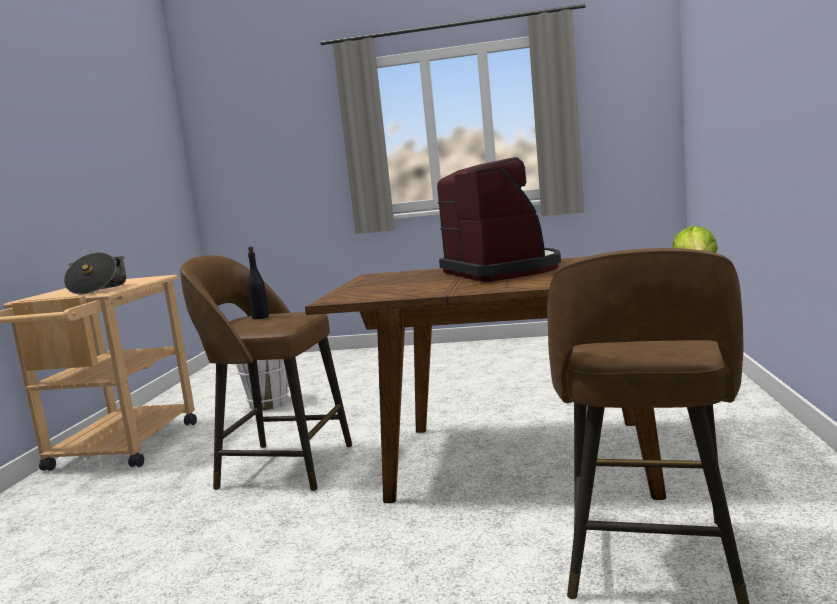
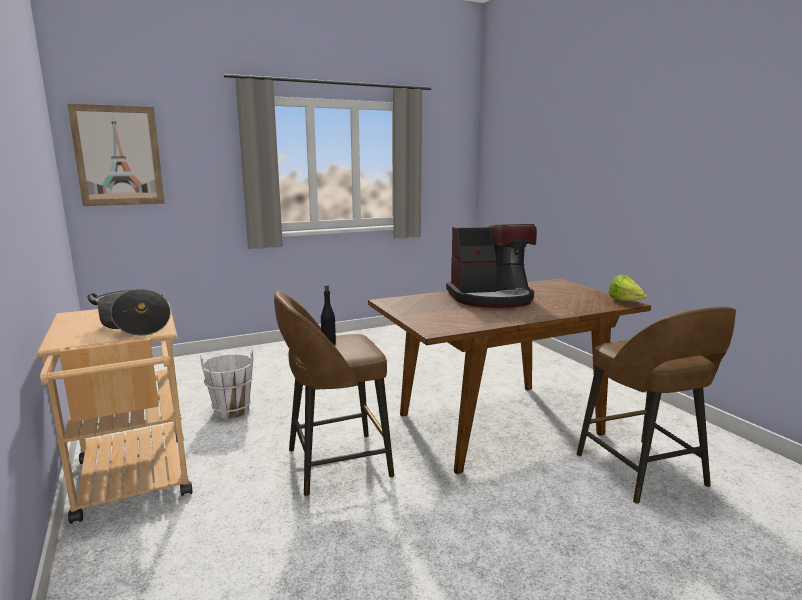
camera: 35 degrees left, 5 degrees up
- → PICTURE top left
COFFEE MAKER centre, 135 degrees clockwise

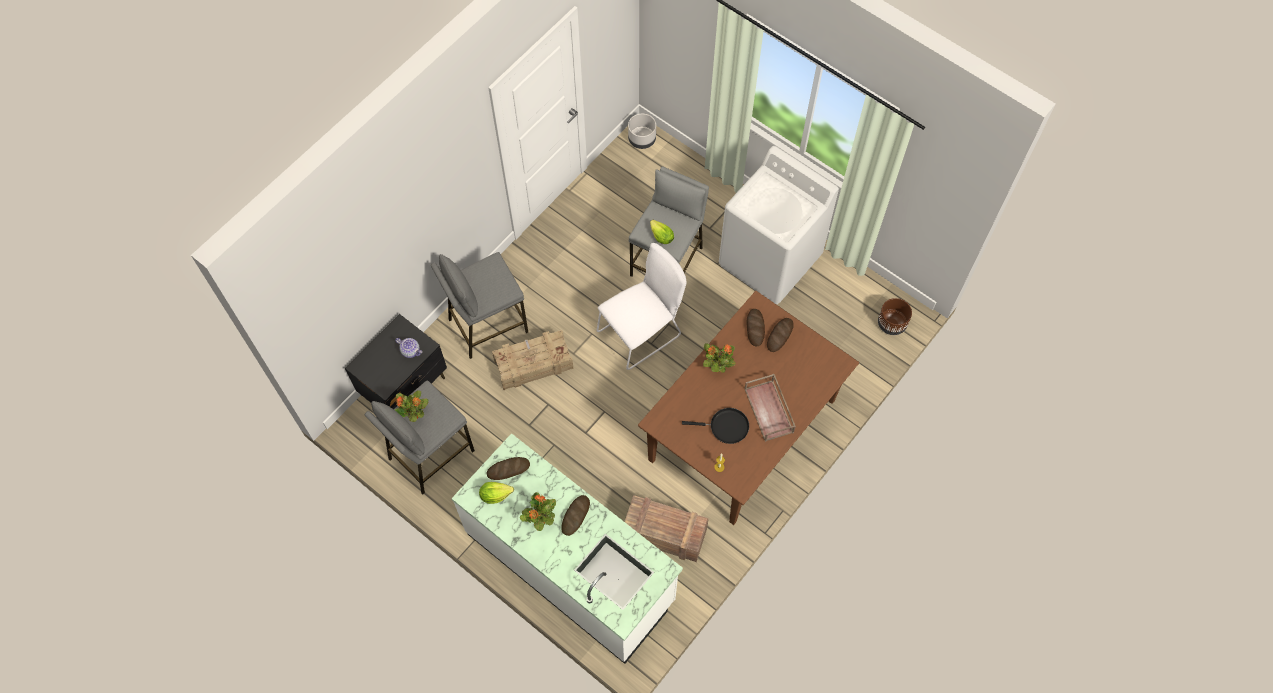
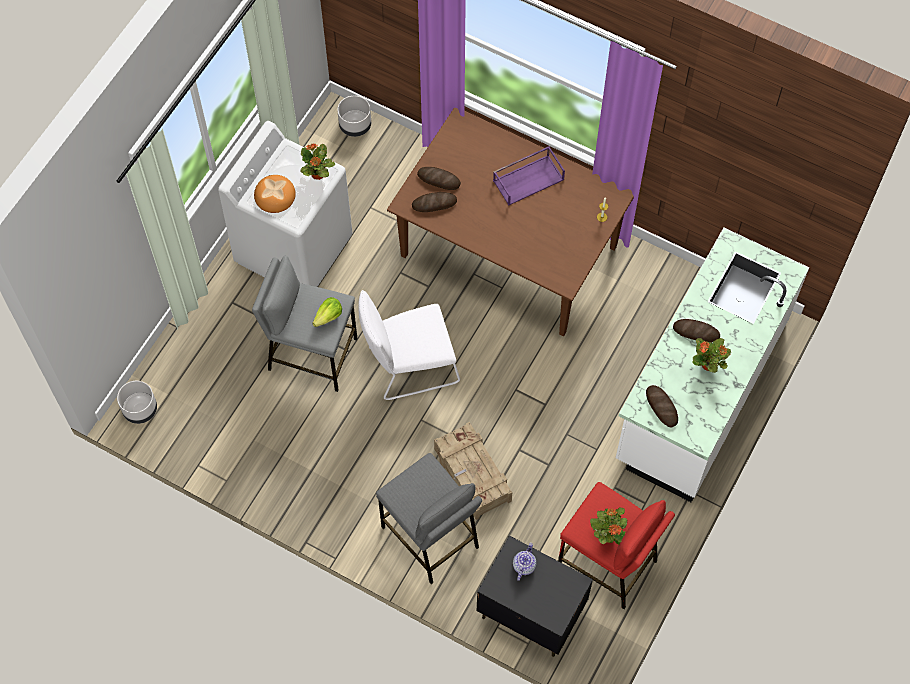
camera: 100 degrees left, 0 degrees up
LETTUCE HEAD (no. 1 from left) bottom centre → -
PACKING CRATE (no. 2 from left) bottom centre → -
BLACK-COLOURED PAN centre → -
- → BAKED BREAD (no. 1 from left) top left
POTTED PLANT (no. 3 from left in the first image) centre → POTTED PLANT (no. 1 from left) top centre, relocated
GREYISH STOOL SEAT (no. 1 from left) middle left → RED STOOL SEAT bottom right
BROWN SERVING TRAY centre → PURPLE SERVING TRAY top centre
BROWN PLANT POT middle right → GREYISH PLANT POT (no. 2 from left) top centre
WHITISH PLAIN CHAIR centre, 60 degrees counterclockwise

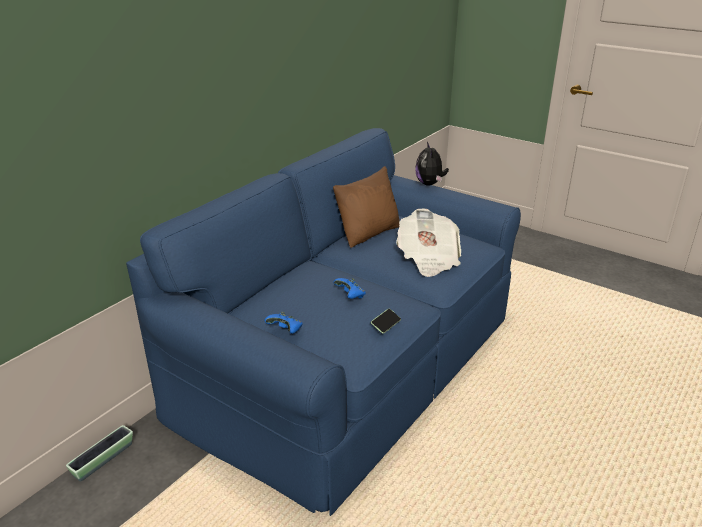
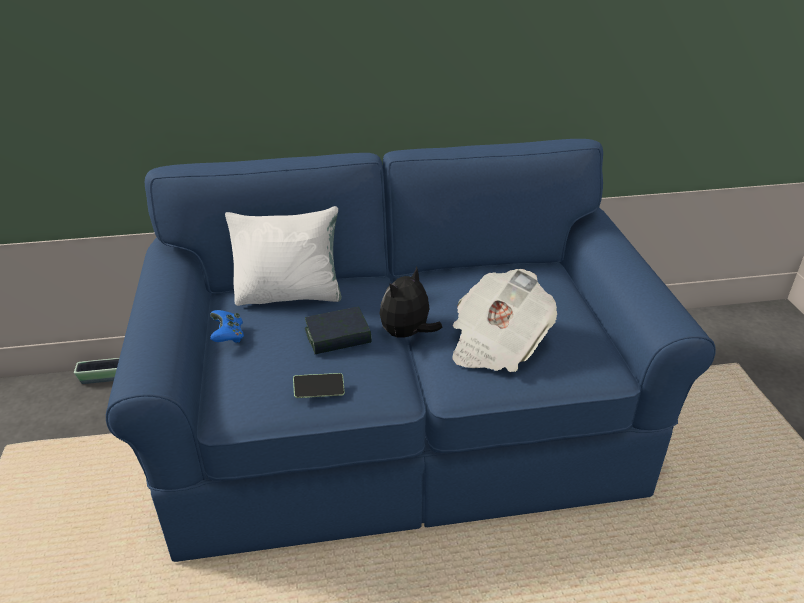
camera: 45 degrees right, 5 degrees up
BROWN PILLOW centre → -
- → WHITISH PILLOW centre
CUDDLY TOY top centre → CUDDLY TOY centre, relocated
BLUE-COLOURED GAME CONTROLLER (no. 2 from left) centre → BOUND BOOK centre

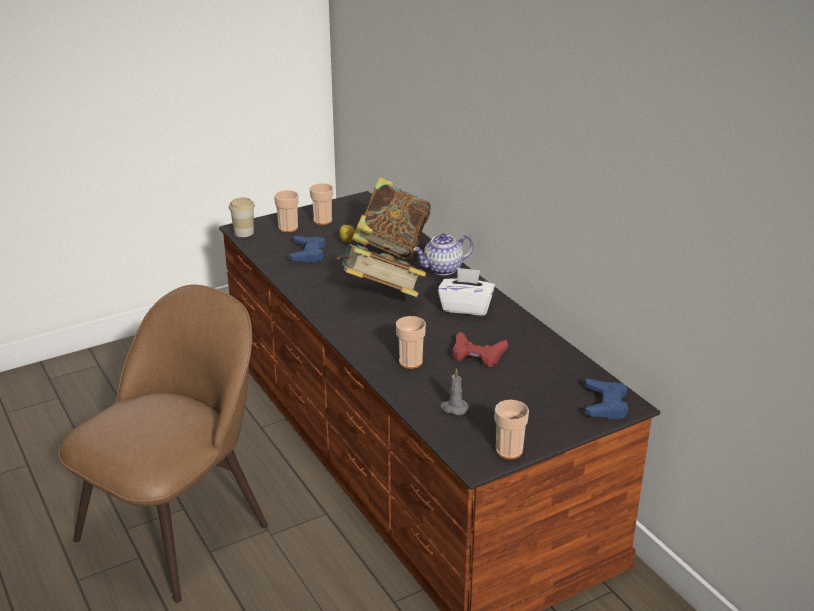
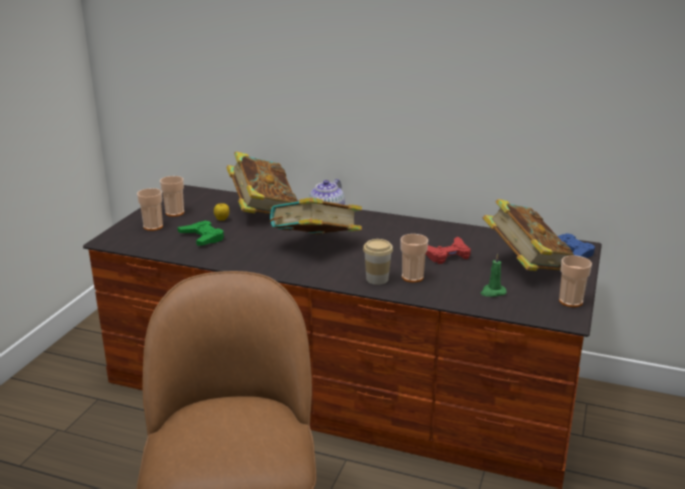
camera: 40 degrees left, 5 degrees down
WHITISH TISSUE BOX centre → -
- → BOUND BOOK (no. 3 from left) middle right
SMALL CUP (no. 1 from left in the first image) middle left → SMALL CUP (no. 3 from left) centre, relocated
BLUE-COLOURED GAME CONTROLLER (no. 1 from left) centre → GREENISH GAME CONTROLLER middle left
GREYISH CANDLE centre → GREENISH CANDLE middle right

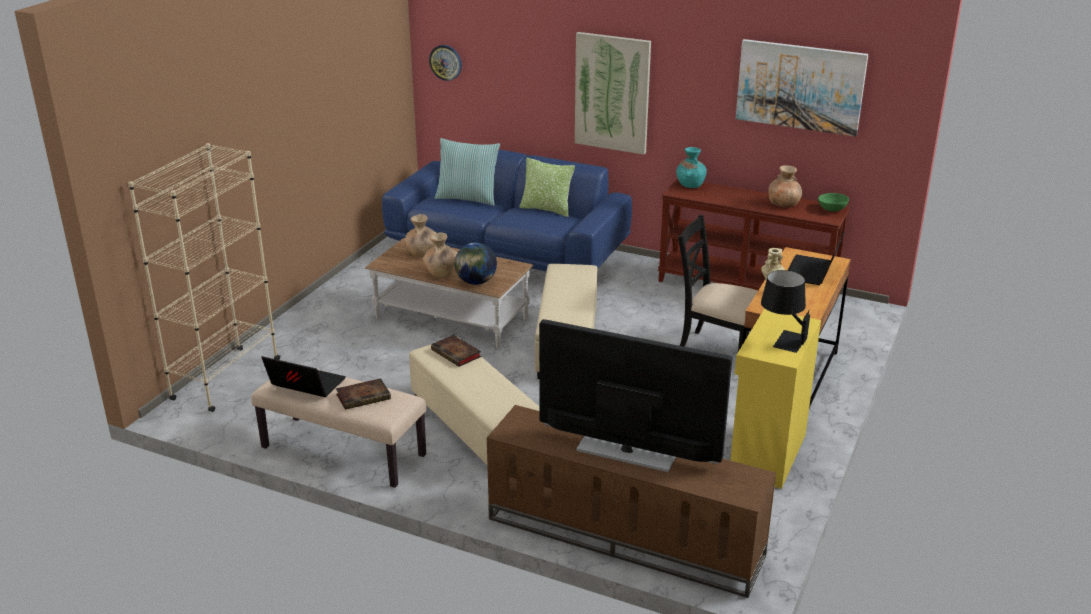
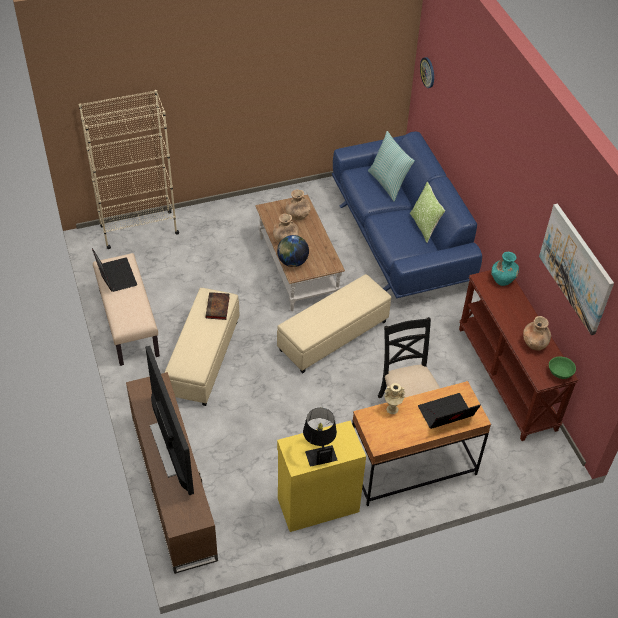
camera: 45 degrees right, 20 degrees up
BOUND BOOK (no. 1 from left) middle left → -
PICTURE (no. 1 from left) top centre → -

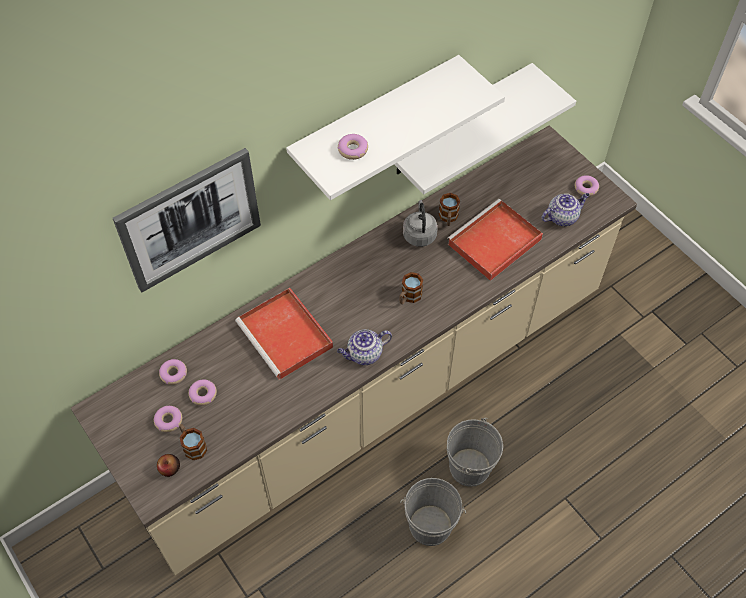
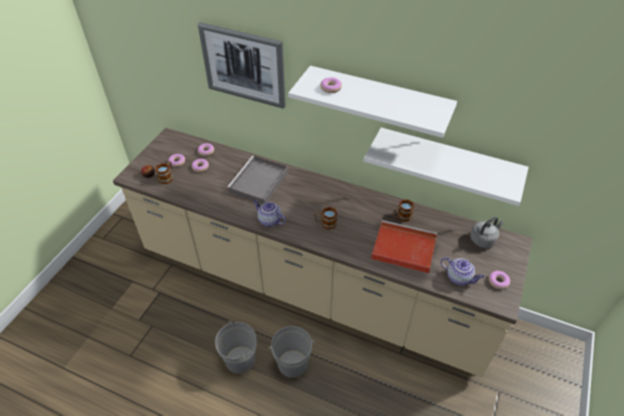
camera: 60 degrees right, 10 degrees down
GREYISH KETTLE centre → GREYISH KETTLE middle right, relocated
RED SERVING TRAY (no. 1 from left) centre → GREYISH SERVING TRAY centre

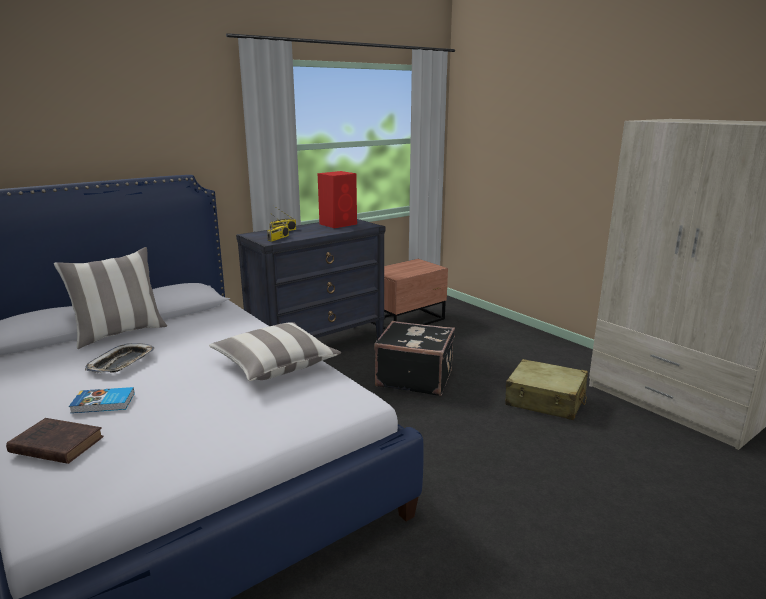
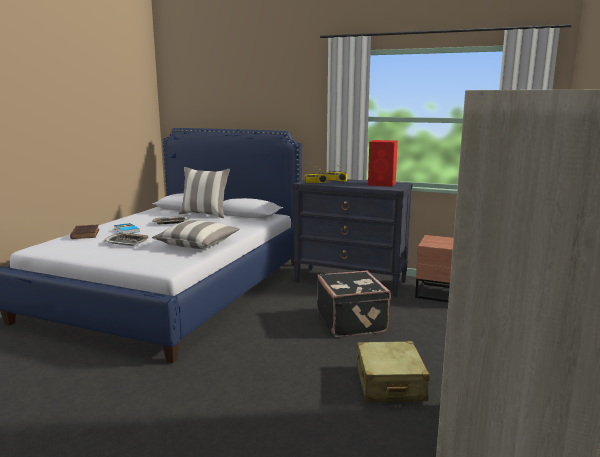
camera: 60 degrees right, 5 degrees down
- → SERVING TRAY (no. 1 from left) middle left

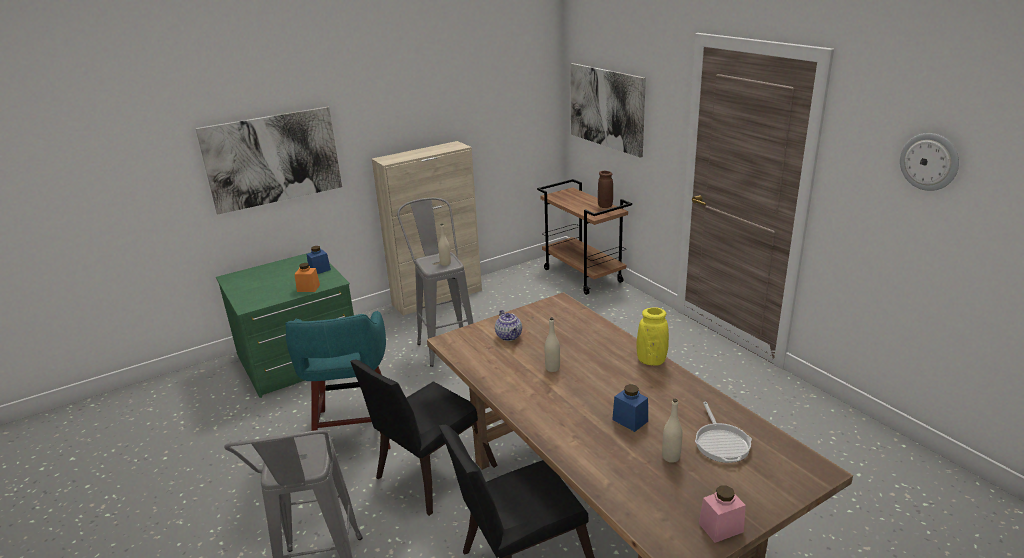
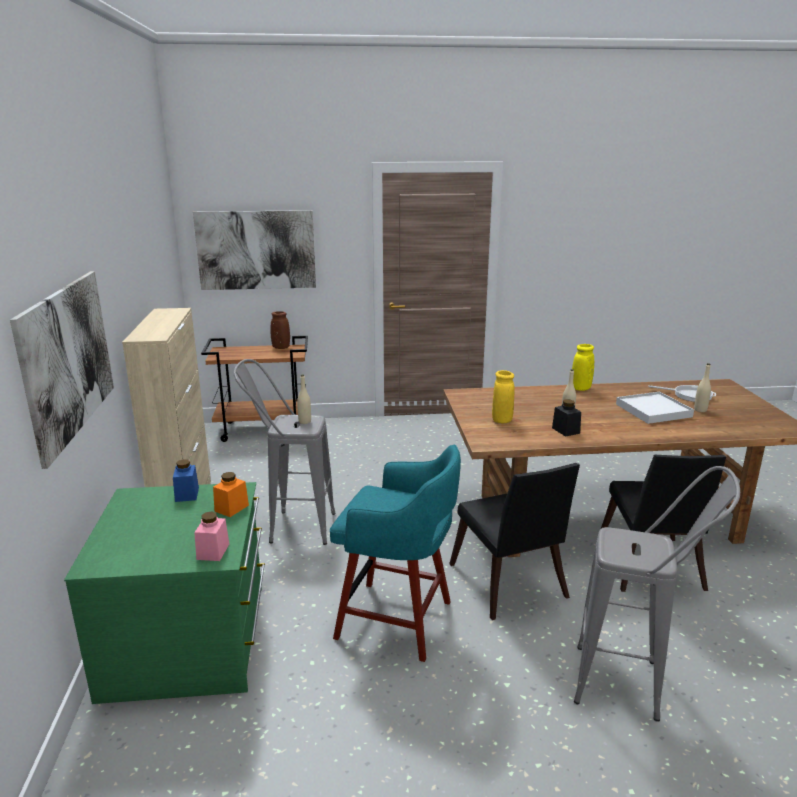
camera: 65 degrees left, 5 degrees down
CLOCK ON THE WALL top right → -
- → BLACK-COLOURED STORAGE JAR middle right
PINK STORAGE JAR bottom right → PINK STORAGE JAR bottom left, relocated
TEA POT centre → YELLOWISH DECORATIVE VASE (no. 1 from left) centre
BLUE-COLOURED STORAGE JAR (no. 2 from left) bottom centre → WHITISH SERVING TRAY middle right

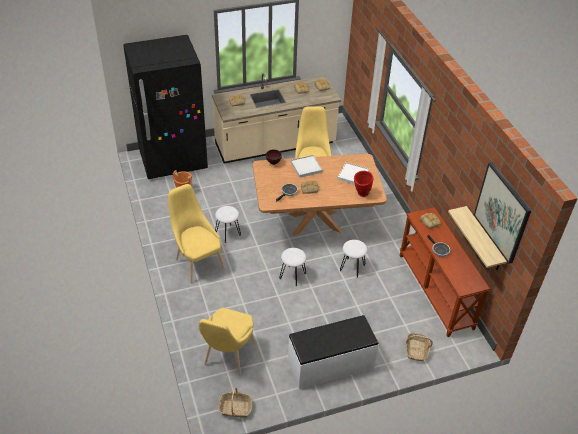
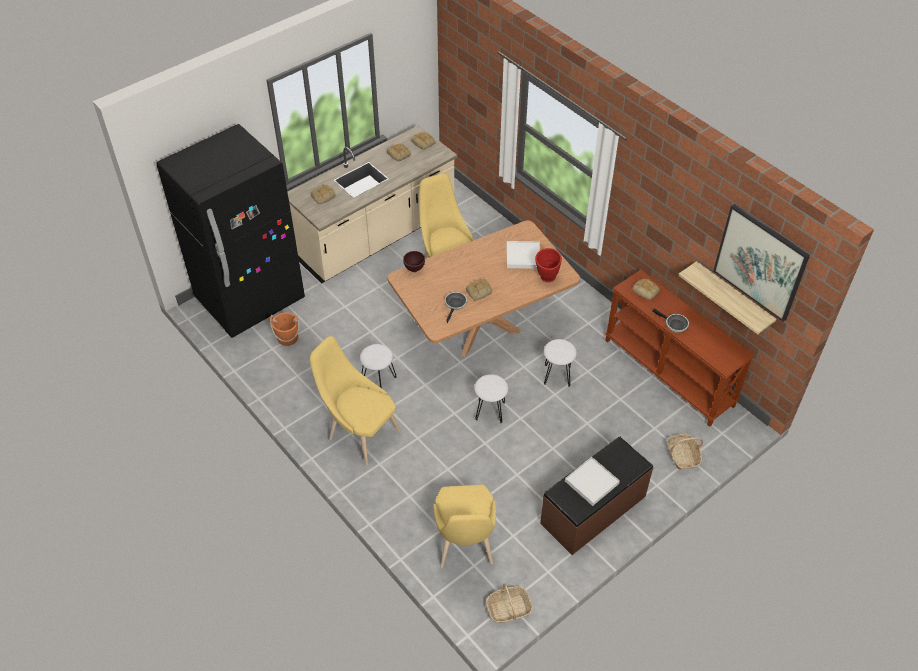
camera: 20 degrees left, 5 degrees up
WHITISH SERVING TRAY (no. 1 from left in the first image) centre → WHITISH SERVING TRAY (no. 2 from left) bottom centre, relocated
WHITISH BENCH bottom centre → BROWN BENCH bottom centre

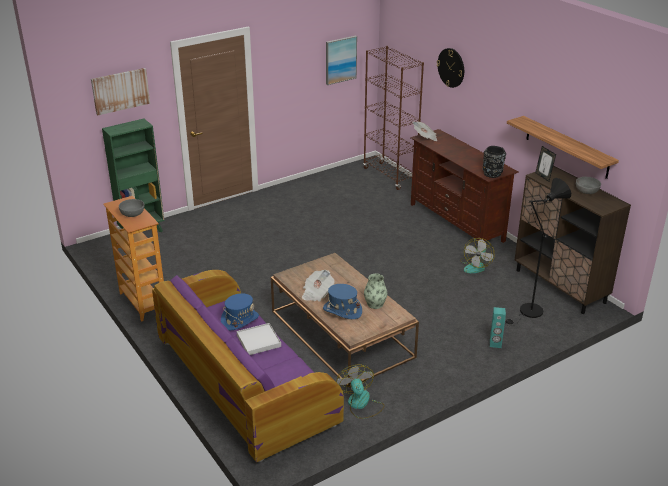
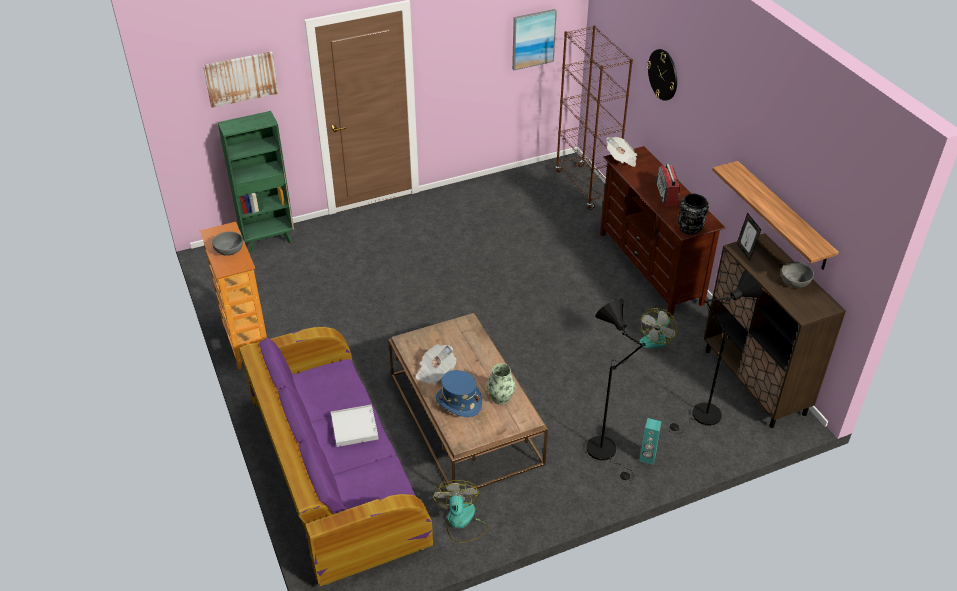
camera: 10 degrees right, 10 degrees up
BLUE-COLOURED WEARABLE HAT (no. 1 from left) centre → -
- → BLACK-COLOURED FLOOR LAMP (no. 1 from left) centre
- → RADIO top right

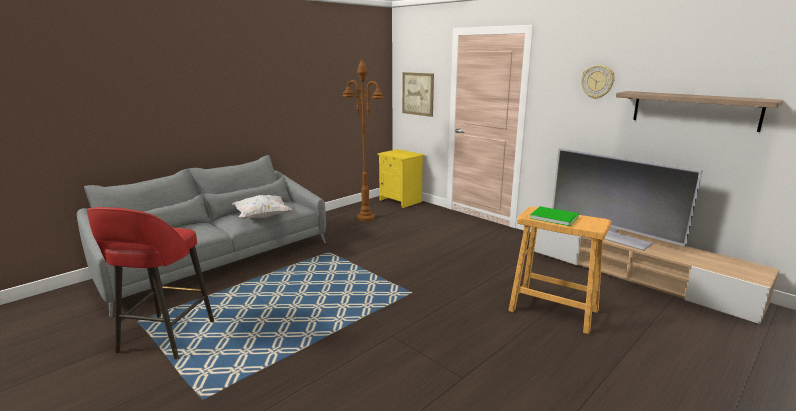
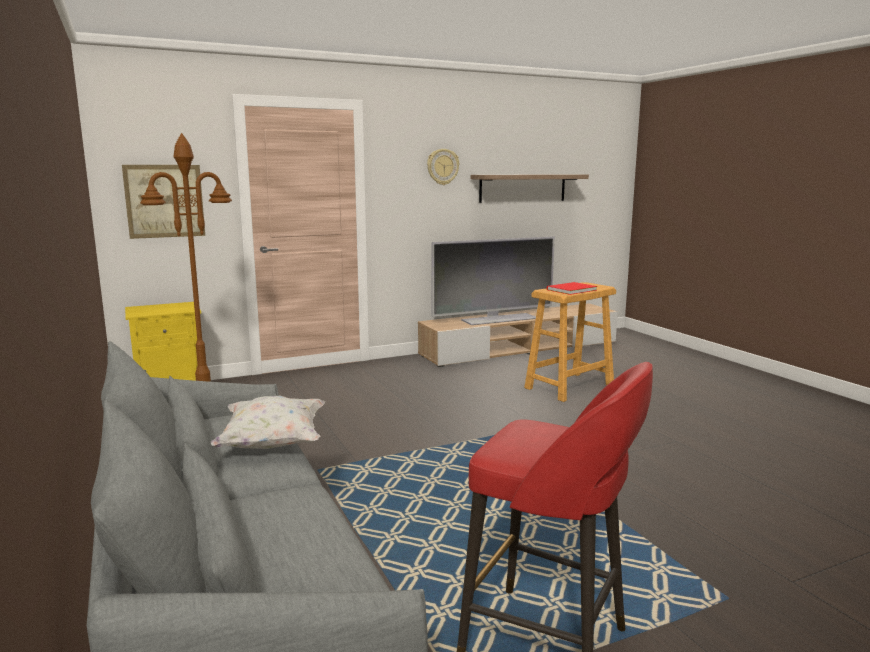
camera: 70 degrees left, 5 degrees down
GREENISH BOUND BOOK middle right → RED BOUND BOOK centre

